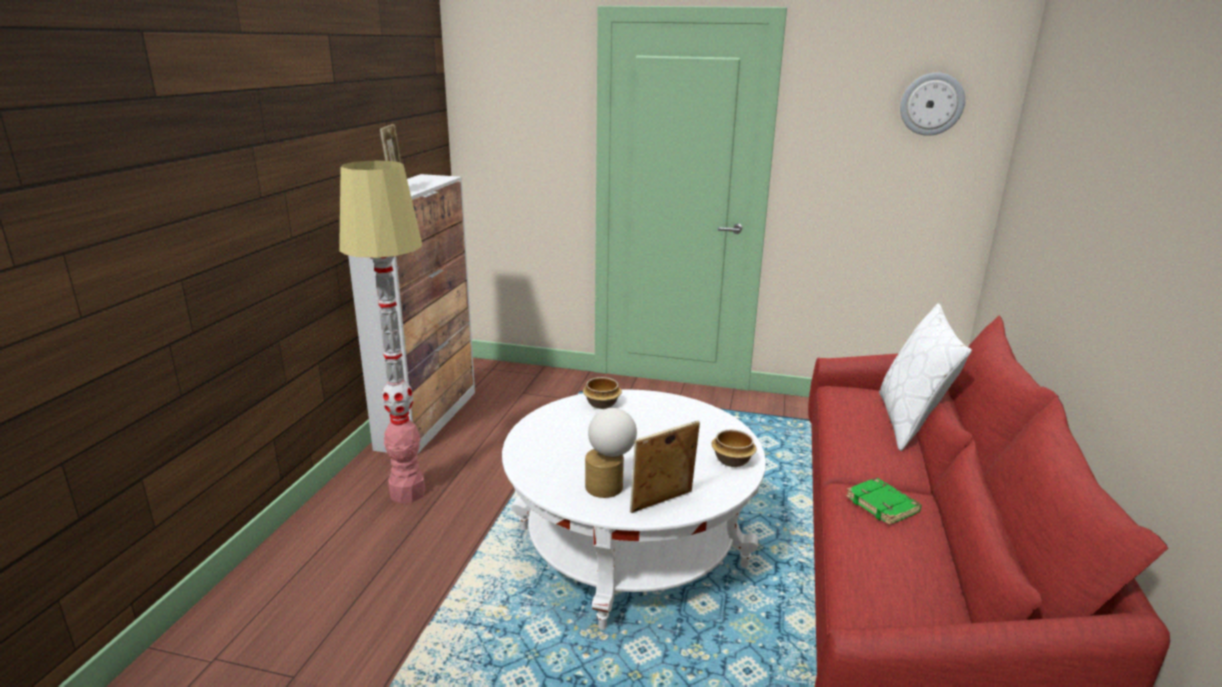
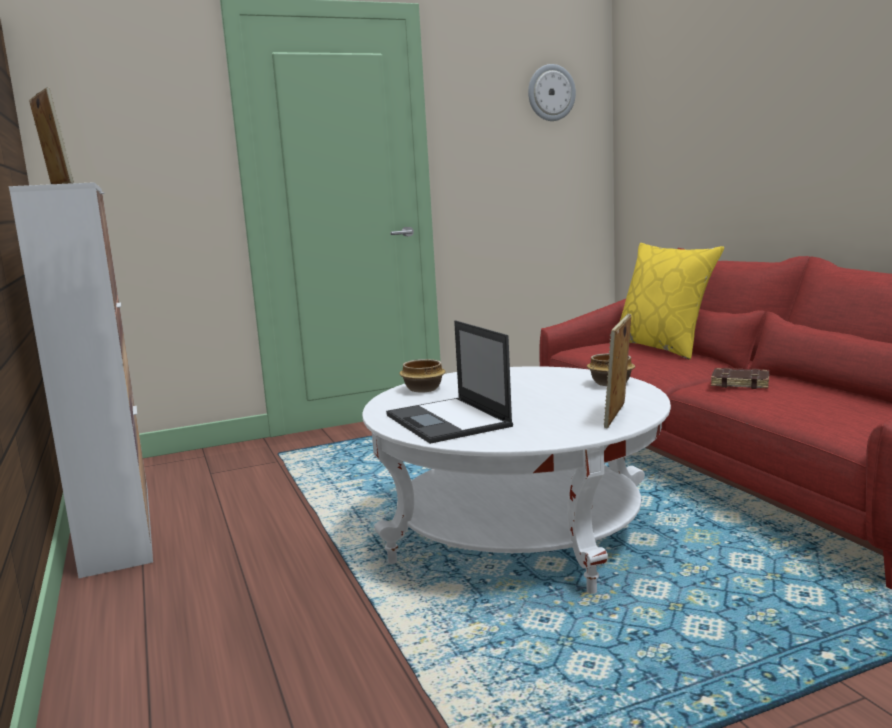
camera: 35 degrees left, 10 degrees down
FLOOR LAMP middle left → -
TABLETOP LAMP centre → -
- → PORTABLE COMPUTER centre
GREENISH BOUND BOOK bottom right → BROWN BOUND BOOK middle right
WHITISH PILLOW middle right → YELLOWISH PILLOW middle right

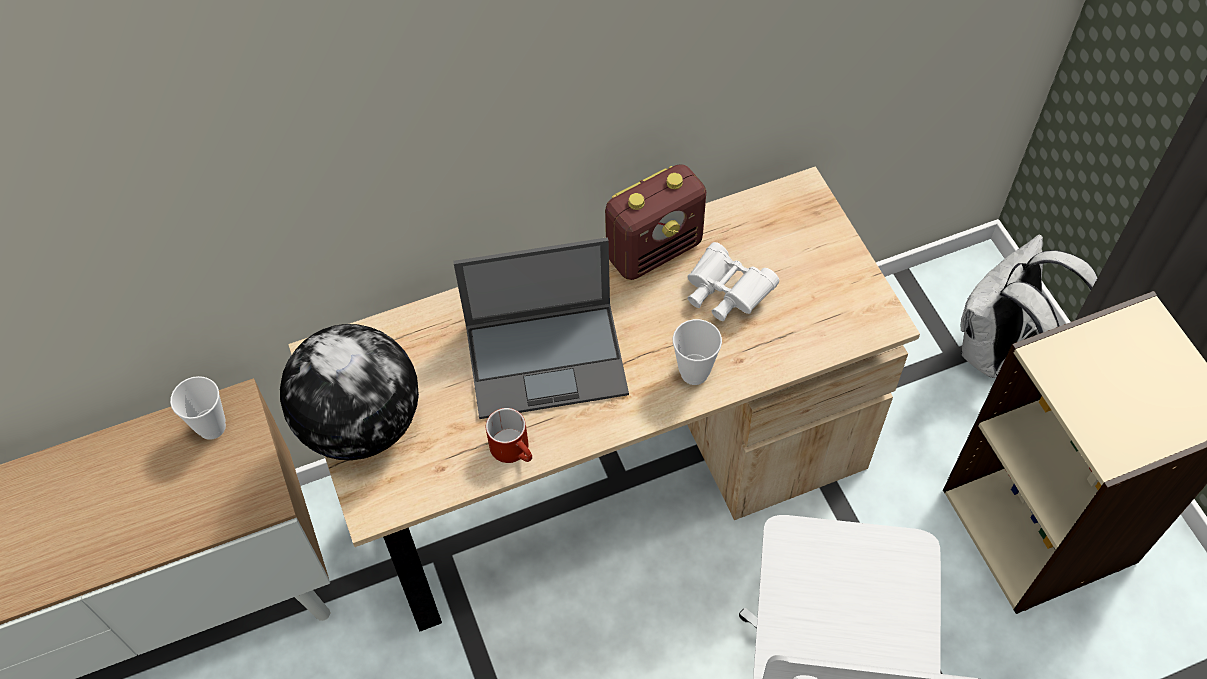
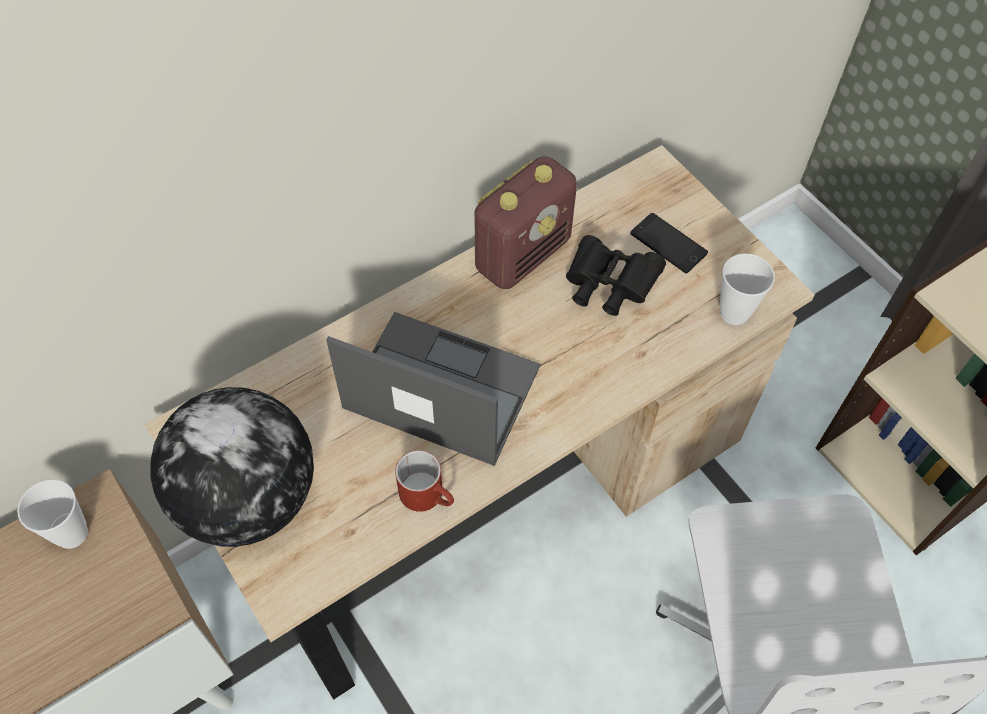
camera: 15 degrees left, 0 degrees up
WHITISH RUCKSACK middle right → -
- → HANDSET middle right
SMALL CUP (no. 2 from left) centre → SMALL CUP (no. 2 from left) middle right, relocated
WHITISH BINOCULARS centre → BLACK-COLOURED BINOCULARS centre
PORTABLE COMPUTER centre, 135 degrees counterclockwise

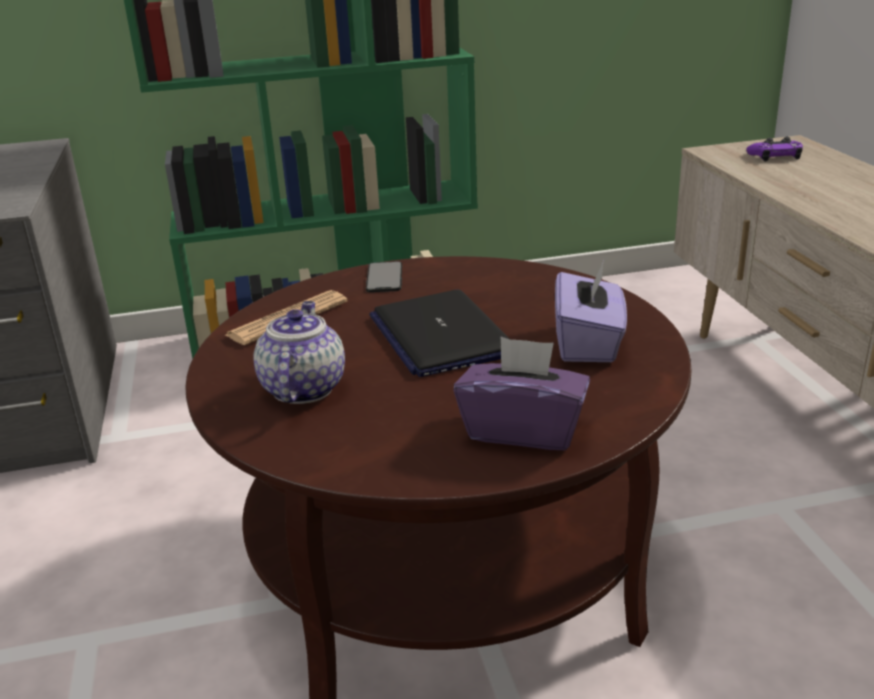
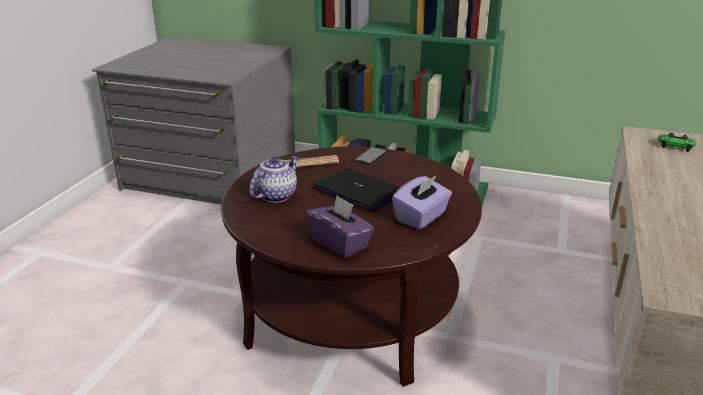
camera: 30 degrees right, 0 degrees up
PURPLE GAME CONTROLLER top right → GREENISH GAME CONTROLLER middle right
PORTABLE COMPUTER centre, 120 degrees clockwise

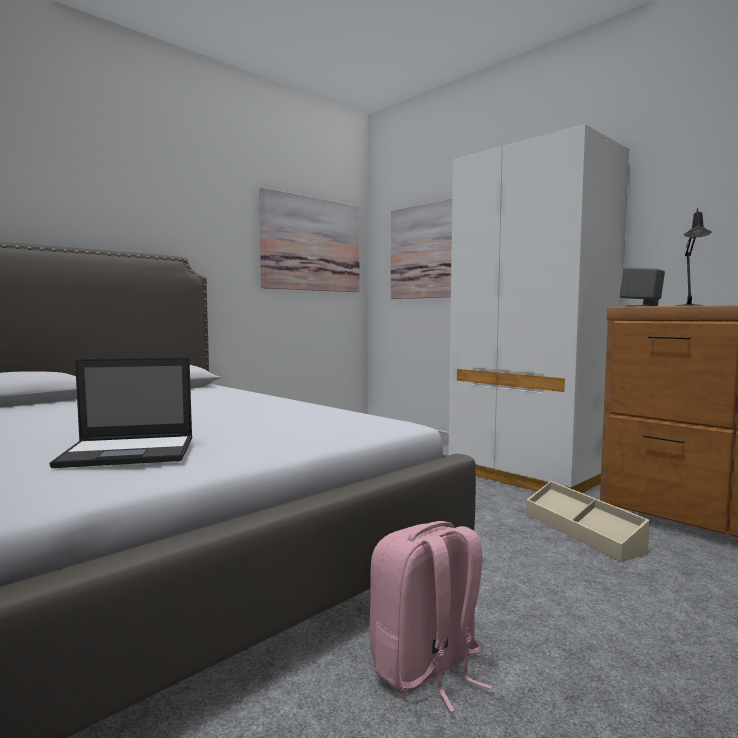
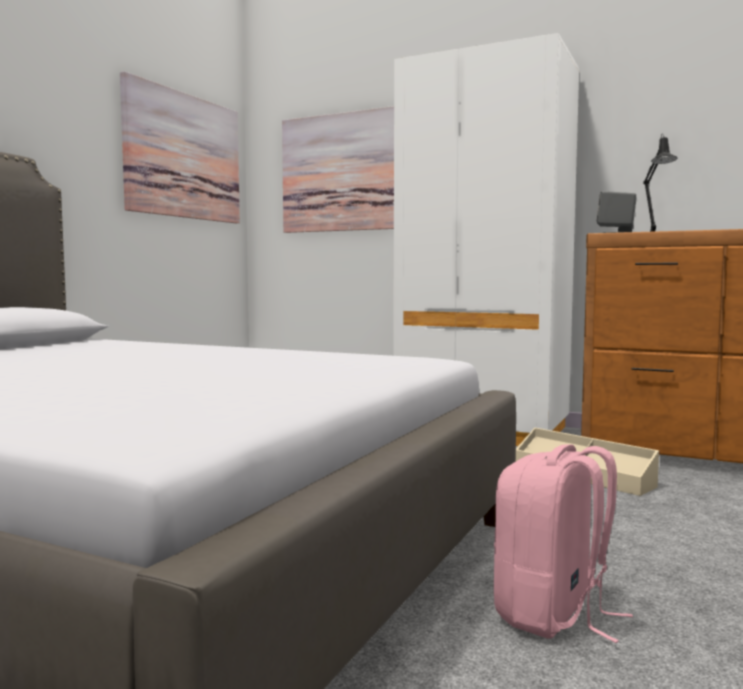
camera: 20 degrees left, 0 degrees up
PORTABLE COMPUTER middle left → -

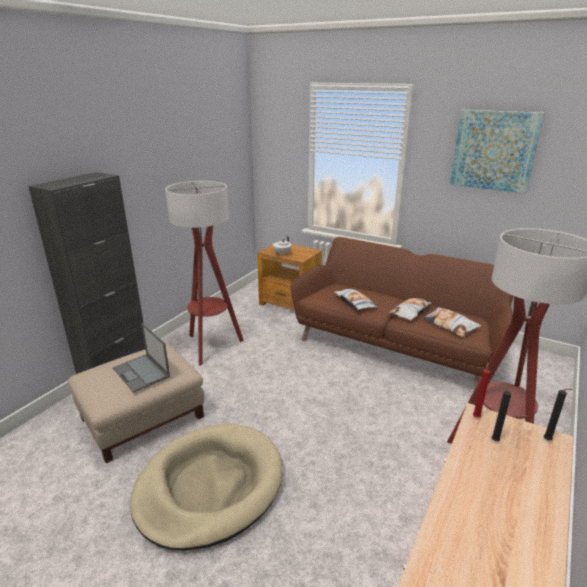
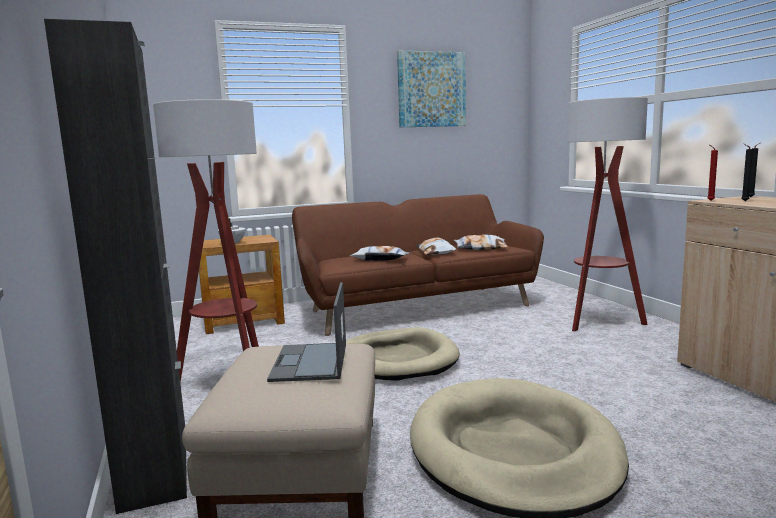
camera: 50 degrees left, 15 degrees down
- → SAND-COLOURED PET BED (no. 1 from left) bottom centre
PORTABLE COMPUTER middle left → PORTABLE COMPUTER centre, 90 degrees clockwise

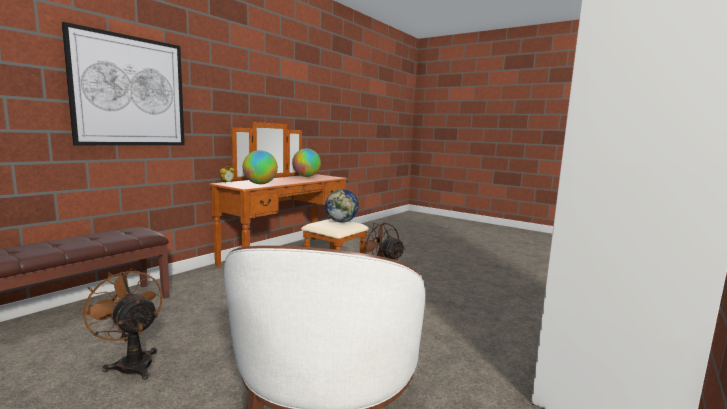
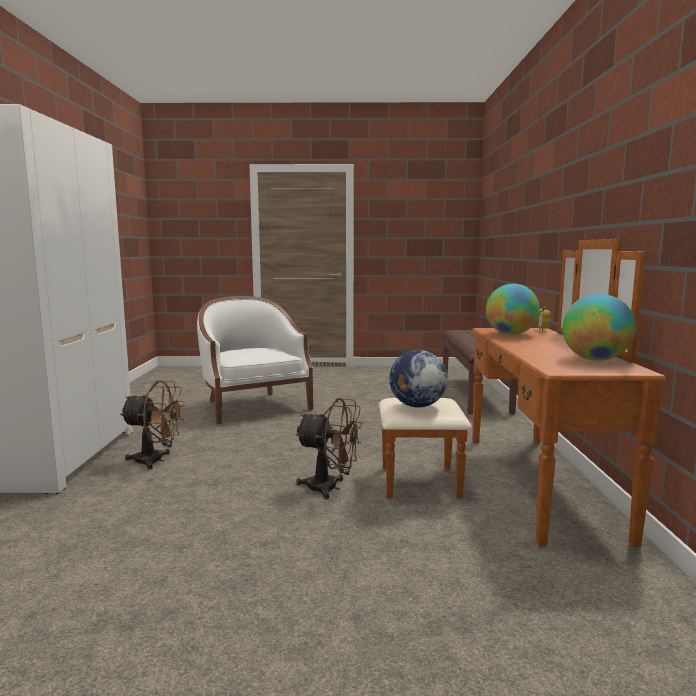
camera: 145 degrees right, 0 degrees up
PICTURE top left → -
BROWN COOLING FAN (no. 1 from left) bottom left → BROWN COOLING FAN (no. 1 from left) middle left, relocated

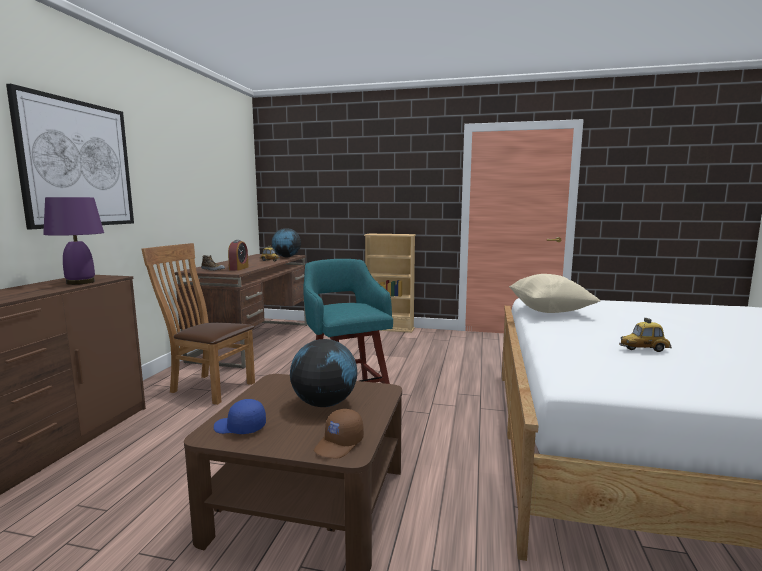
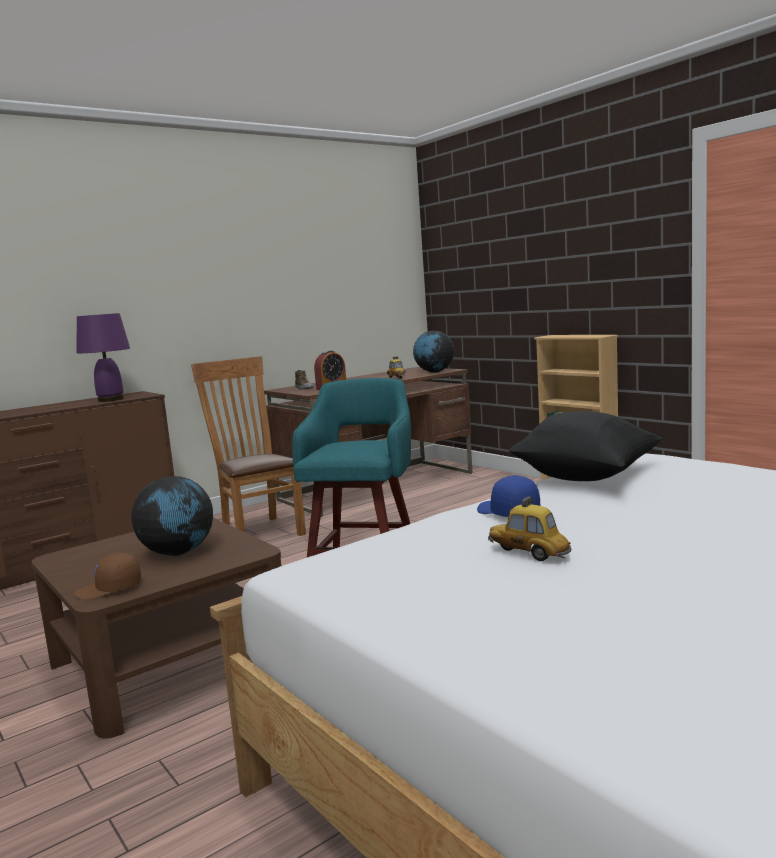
camera: 40 degrees right, 0 degrees up
PICTURE top left → -
BLUE-COLOURED CAP bottom left → BLUE-COLOURED CAP centre, relocated
SAND-COLOURED PILLOW middle right → BLACK-COLOURED PILLOW middle right

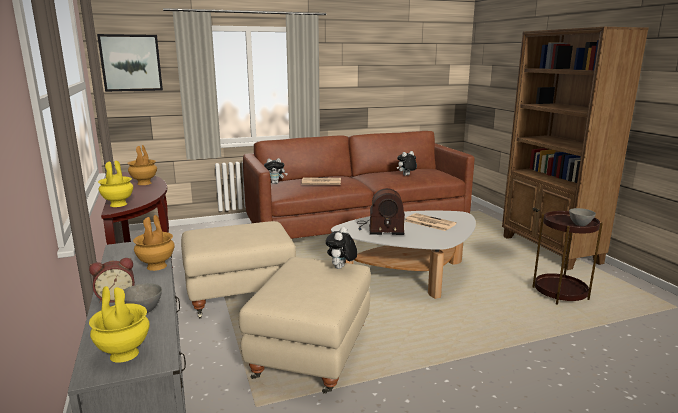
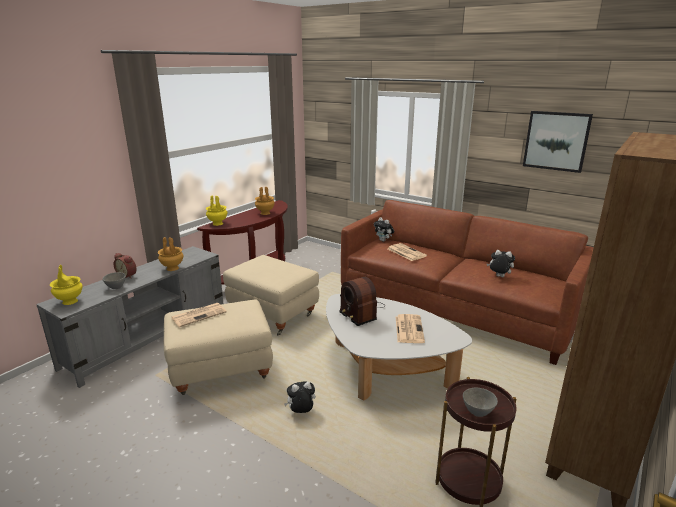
camera: 55 degrees right, 5 degrees up
- → DAILY PAPER (no. 1 from left) middle left
PICTURE top left → PICTURE top right, relocated
CUDDLY TOY (no. 2 from left in the first image) centre → CUDDLY TOY (no. 1 from left) bottom centre, relocated

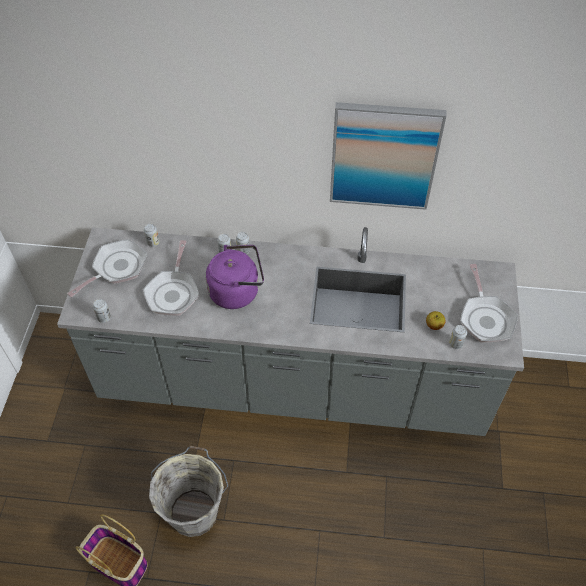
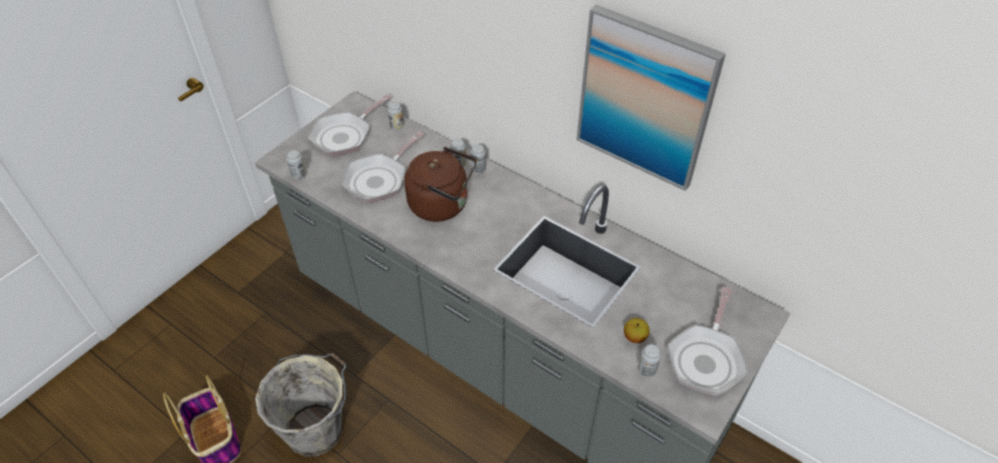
camera: 30 degrees right, 5 degrees down
PURPLE KETTLE centre → BROWN KETTLE centre
PAN (no. 1 from left) middle left → PAN (no. 1 from left) top centre, 150 degrees clockwise

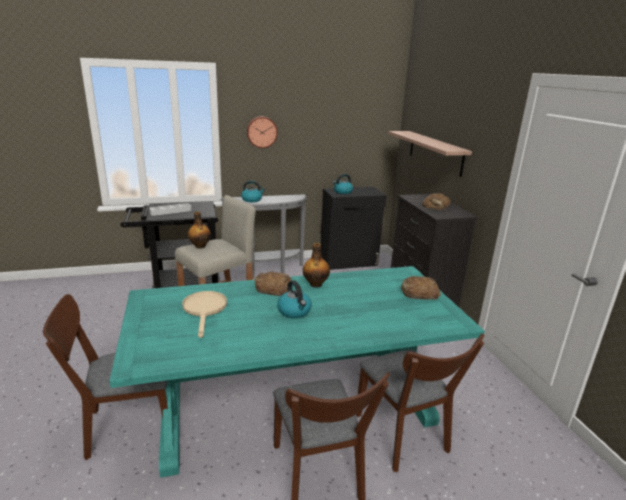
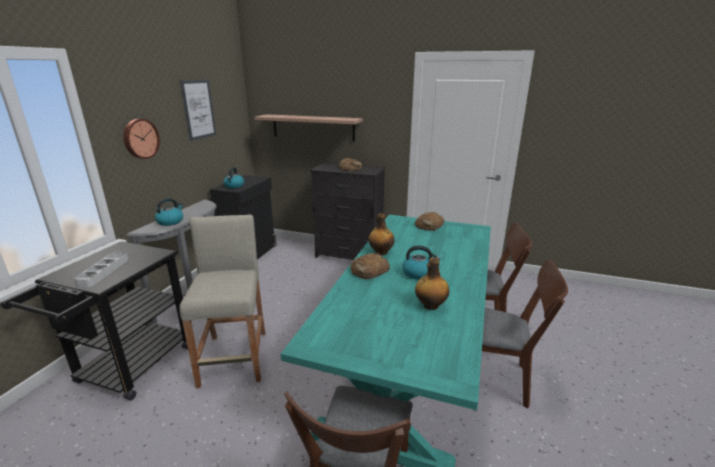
camera: 55 degrees left, 0 degrees up
SAND-COLOURED PAN middle left → -
- → PICTURE top left
DRINK BOTTLE (no. 1 from left in the first image) middle left → DRINK BOTTLE (no. 2 from left) centre, relocated

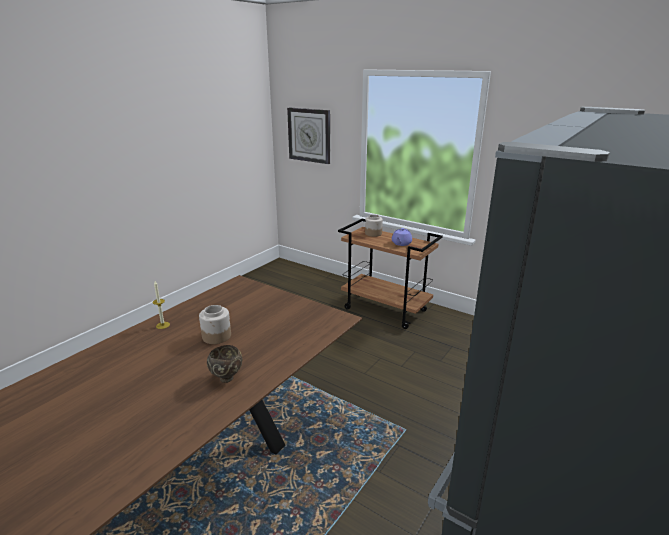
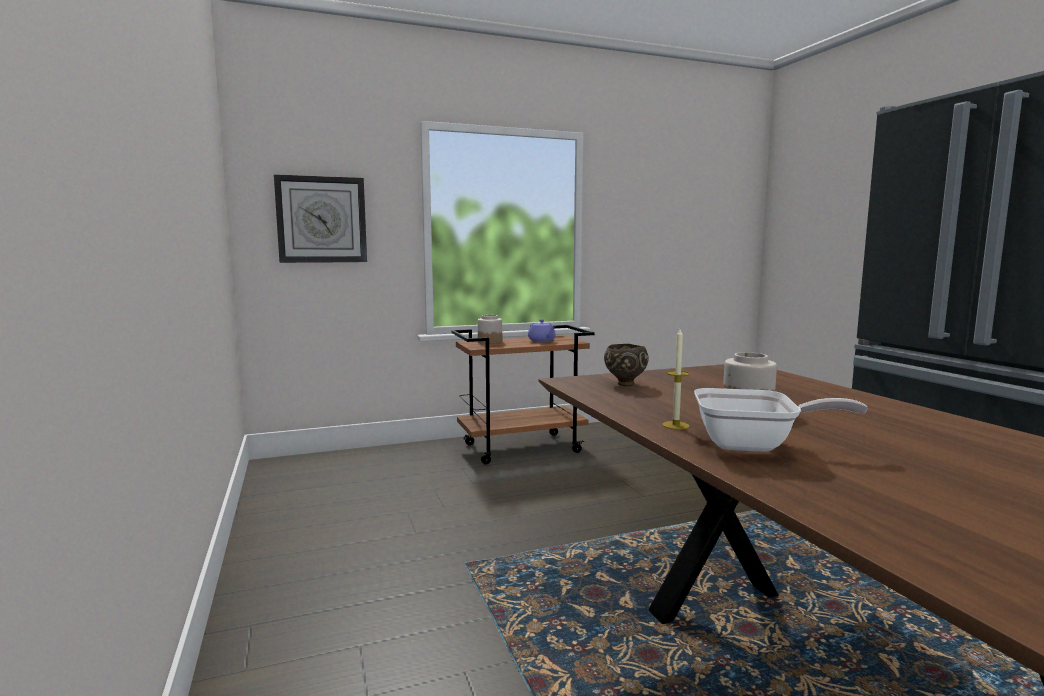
camera: 55 degrees left, 15 degrees down
- → PAN middle right
BROWN BOWL bottom centre → BROWN BOWL centre, relocated

